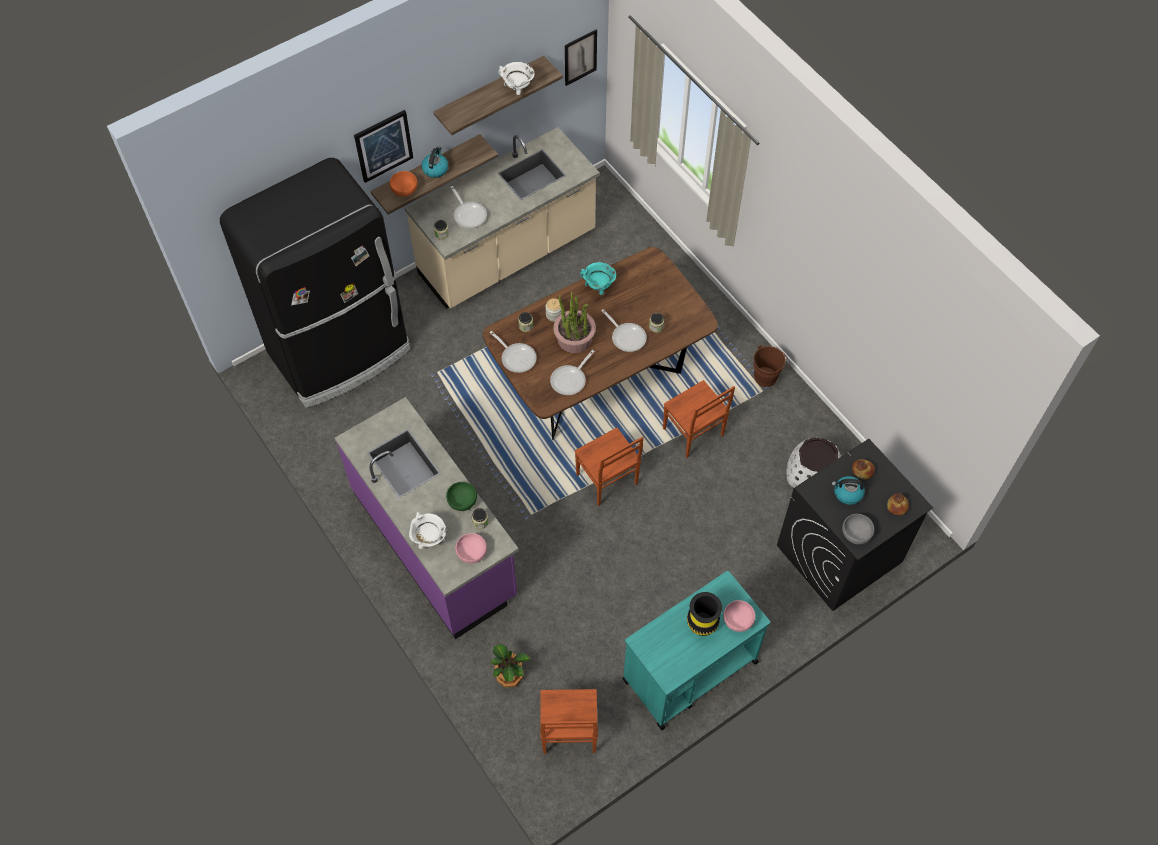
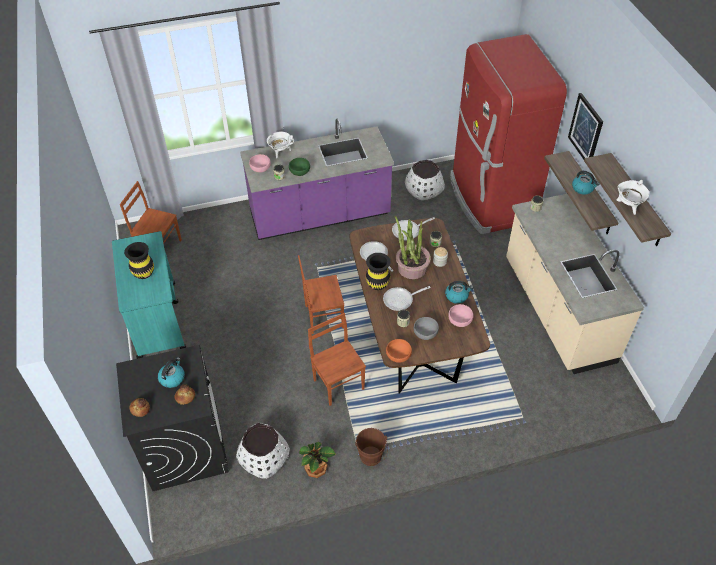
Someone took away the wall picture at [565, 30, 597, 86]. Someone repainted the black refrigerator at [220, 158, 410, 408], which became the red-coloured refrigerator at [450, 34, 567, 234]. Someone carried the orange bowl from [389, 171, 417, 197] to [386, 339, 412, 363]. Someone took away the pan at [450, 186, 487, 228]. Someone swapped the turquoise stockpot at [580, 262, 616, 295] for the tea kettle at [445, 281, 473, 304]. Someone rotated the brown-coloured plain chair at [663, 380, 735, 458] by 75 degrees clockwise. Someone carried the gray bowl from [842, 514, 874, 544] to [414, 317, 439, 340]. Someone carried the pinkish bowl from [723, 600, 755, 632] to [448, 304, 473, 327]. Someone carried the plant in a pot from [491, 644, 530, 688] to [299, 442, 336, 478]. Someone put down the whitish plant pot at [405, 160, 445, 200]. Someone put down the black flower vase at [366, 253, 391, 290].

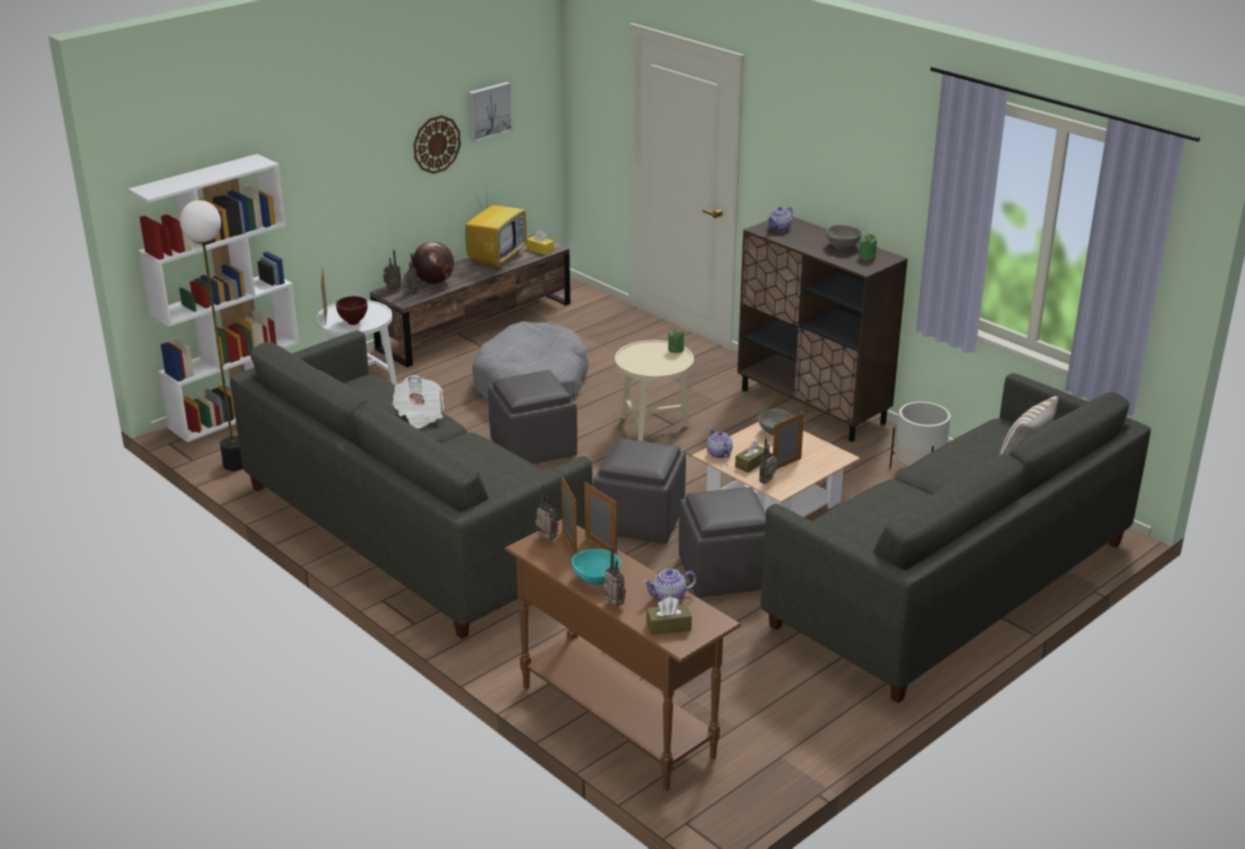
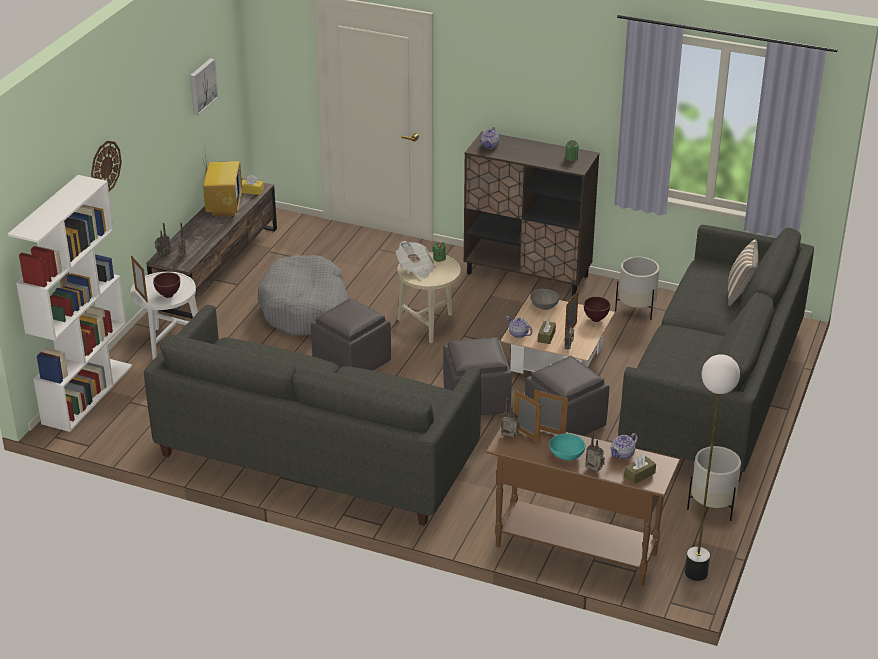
Someone carried the hanging clock from [413, 115, 461, 174] to [91, 141, 122, 191]. Someone carried the standing lamp from [180, 200, 243, 471] to [685, 354, 740, 581]. Someone took away the gray bowl at [826, 225, 862, 249]. Someone took away the desk globe at [413, 242, 454, 284]. Someone carried the printed paper from [392, 375, 444, 428] to [396, 241, 436, 279]. Someone put down the brown-coloured bowl at [584, 297, 610, 322]. Someone put down the whitish plant pot at [687, 446, 741, 521].

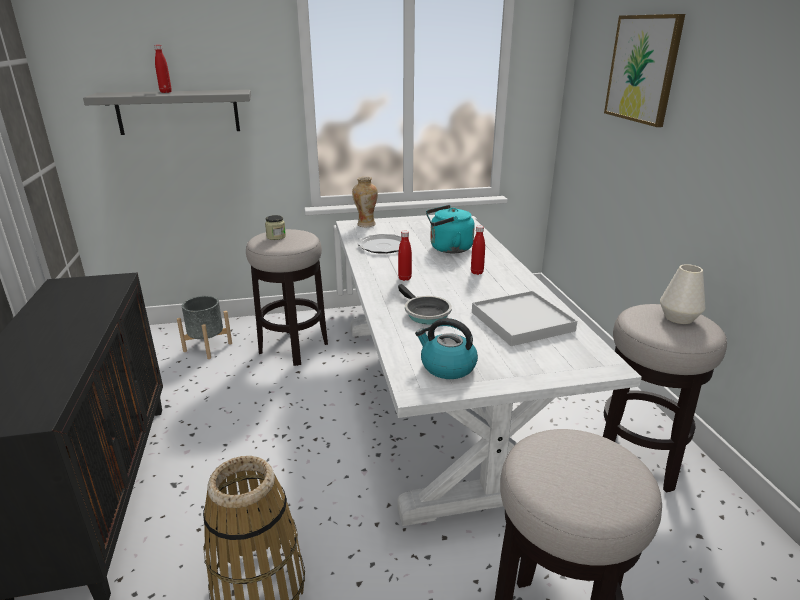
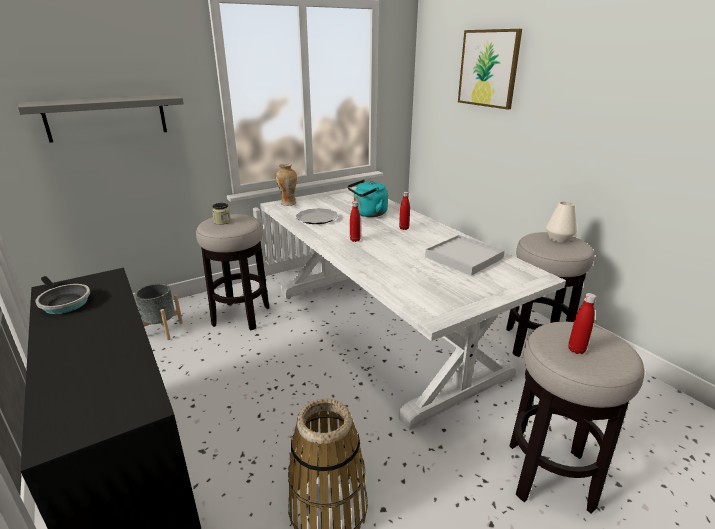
Someone carried the red-coloured drink bottle from [154, 45, 172, 93] to [568, 293, 597, 354]. Someone carried the pan from [398, 284, 452, 324] to [35, 276, 90, 314]. Someone took away the tea kettle at [415, 318, 478, 379].

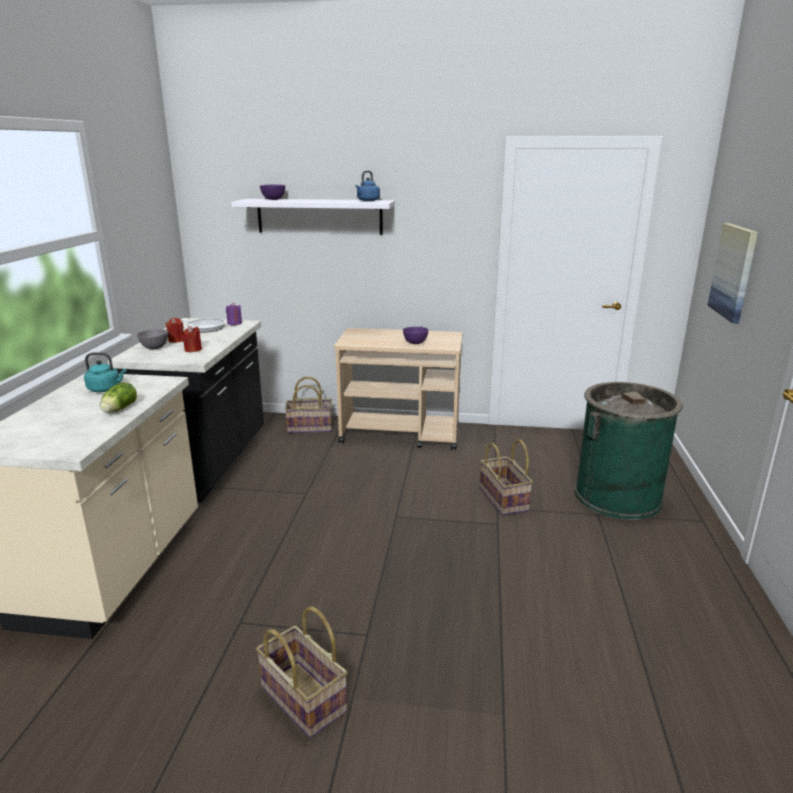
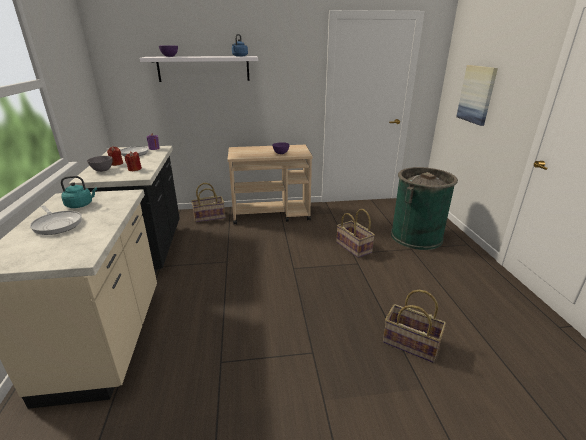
Someone took away the lettuce at [100, 382, 137, 413]. Someone carried the storage basket from [256, 607, 348, 738] to [383, 290, 446, 363]. Someone put down the pan at [30, 205, 82, 235].

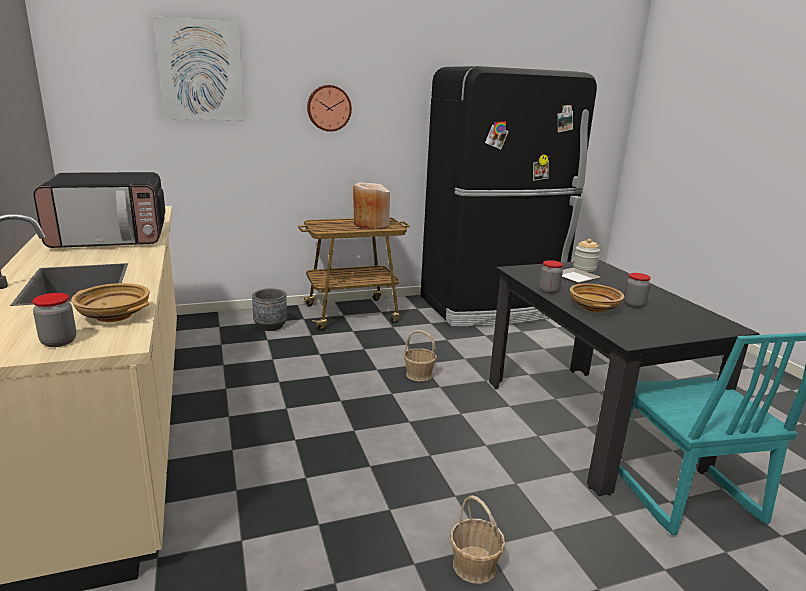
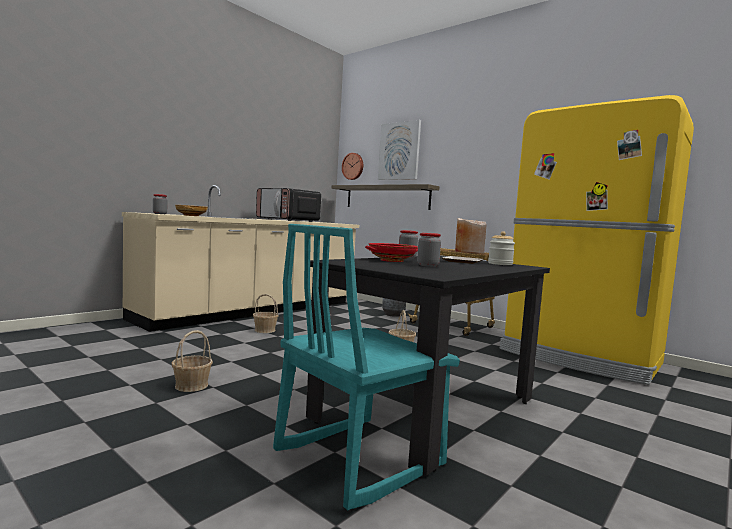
Someone repainted the black refrigerator at [420, 66, 597, 327], which became the yellowish refrigerator at [499, 95, 694, 385]. Someone carried the hanging clock from [307, 85, 352, 132] to [342, 153, 363, 180]. Someone repainted the beige-coloured bowl at [570, 284, 624, 312], which became the red-coloured bowl at [365, 243, 418, 262]. Someone put up the wall shelf at [332, 184, 439, 210]. Someone put down the storage basket at [253, 294, 279, 333].

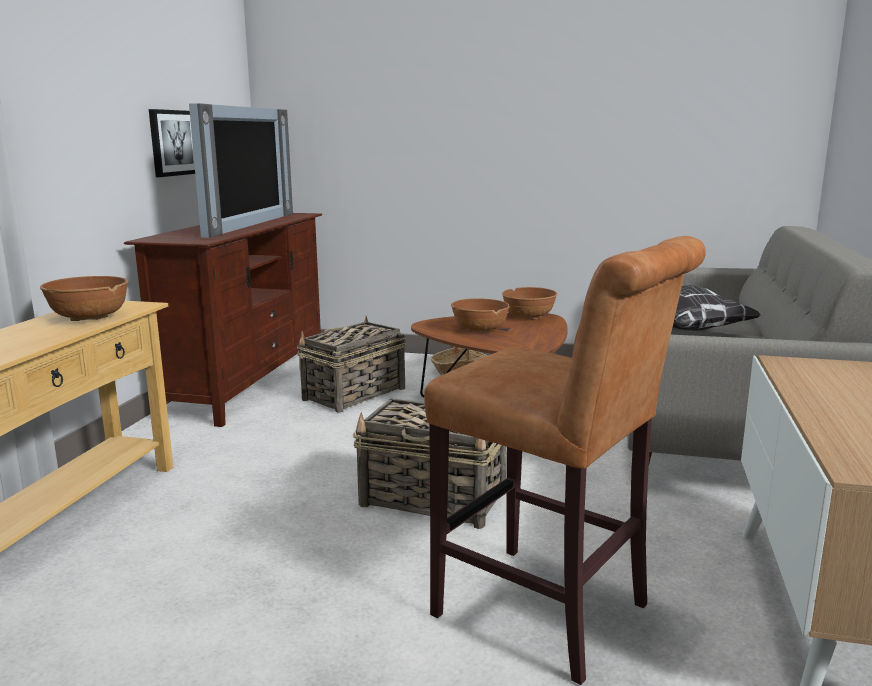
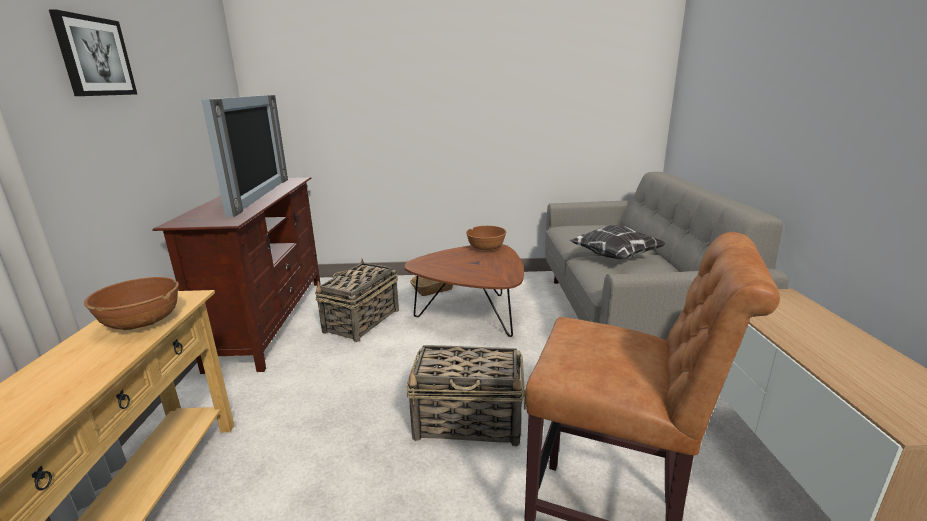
Someone carried the wall picture from [149, 109, 195, 177] to [49, 10, 137, 96]. Someone took away the brown-coloured bowl at [451, 298, 510, 332].

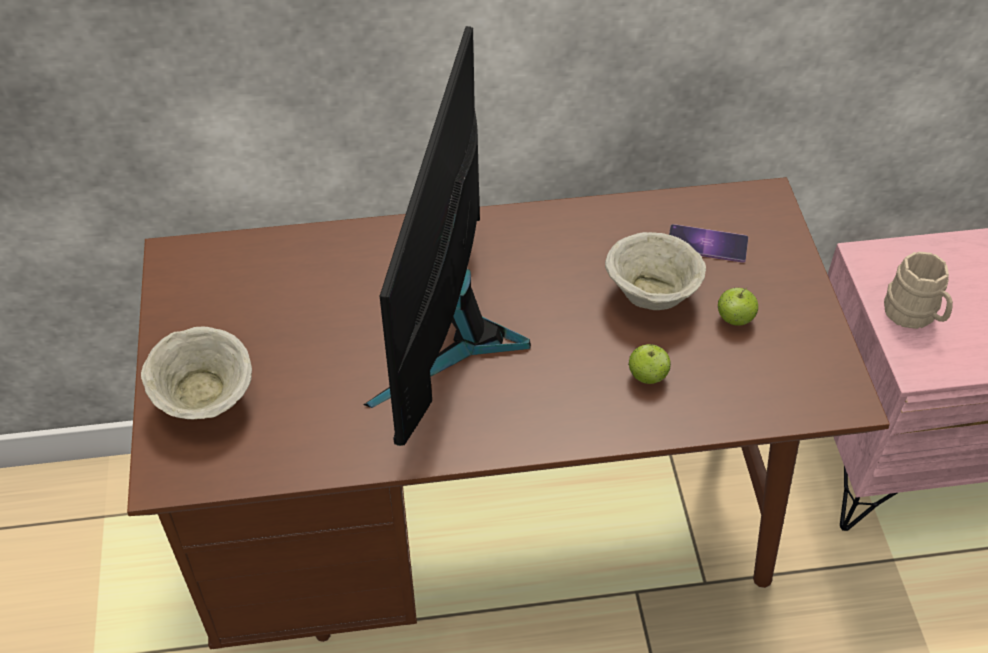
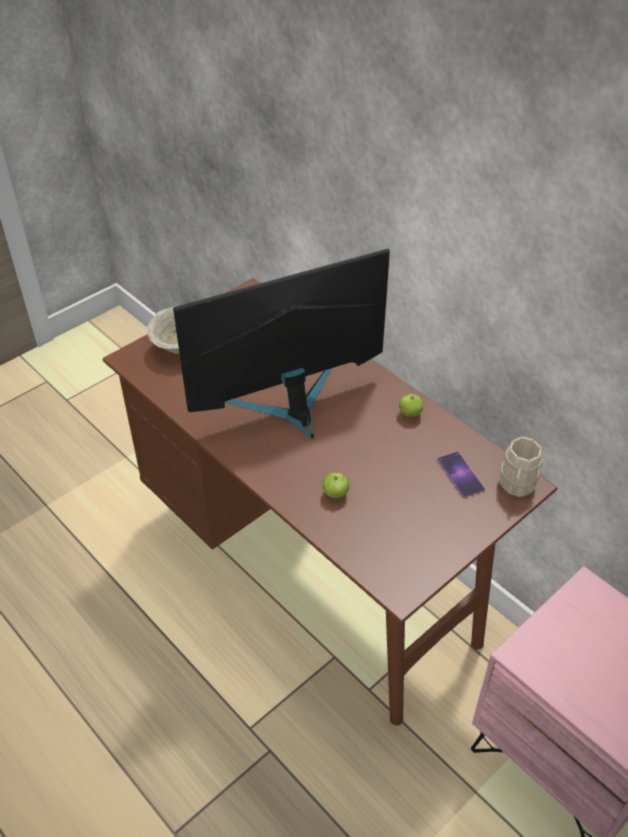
Someone took away the beige-coloured bowl at [605, 232, 706, 310]. Someone carried the beige-coloured tea mug from [884, 252, 953, 329] to [499, 437, 543, 497]. Someone carried the apple from [718, 287, 758, 326] to [399, 394, 424, 417].

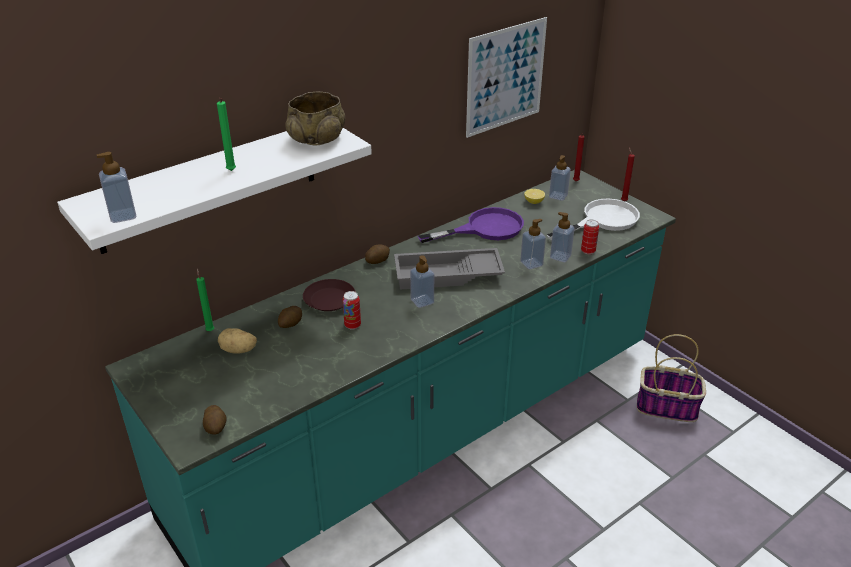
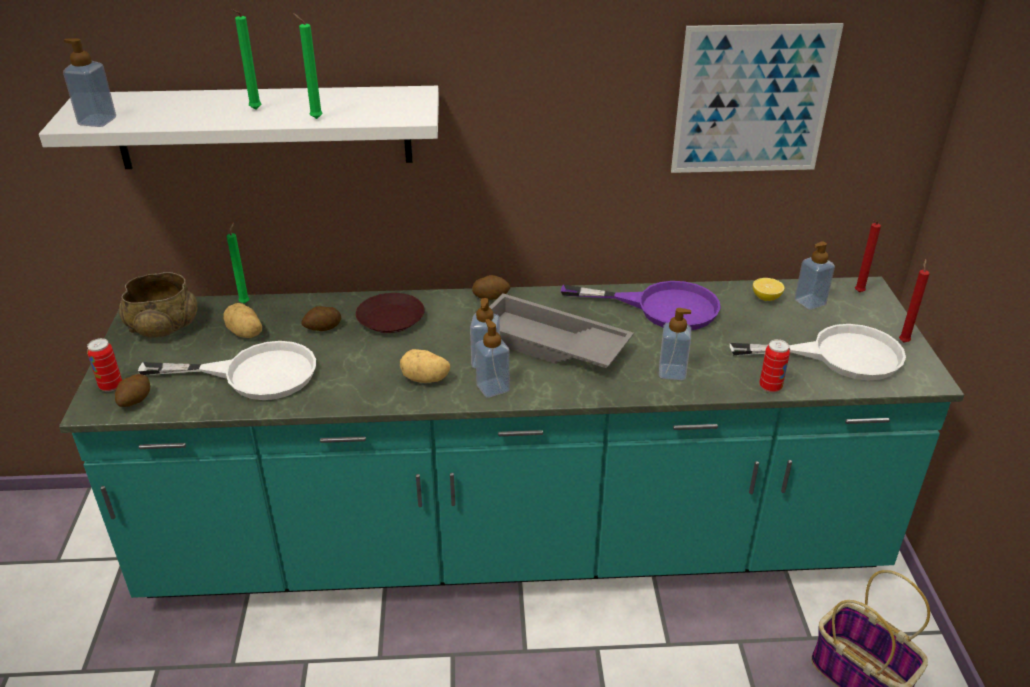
Someone carried the beige-coloured bowl from [285, 92, 345, 145] to [119, 272, 197, 338]. Someone carried the liquid soap bottle from [550, 212, 575, 262] to [475, 319, 510, 398]. Someone carried the metal can from [343, 291, 361, 329] to [87, 338, 122, 392]. Someone put down the greenish wax candle at [293, 13, 323, 119]. Someone put down the whitish pan at [138, 341, 316, 400]. Someone put down the whole potato at [400, 349, 450, 383].

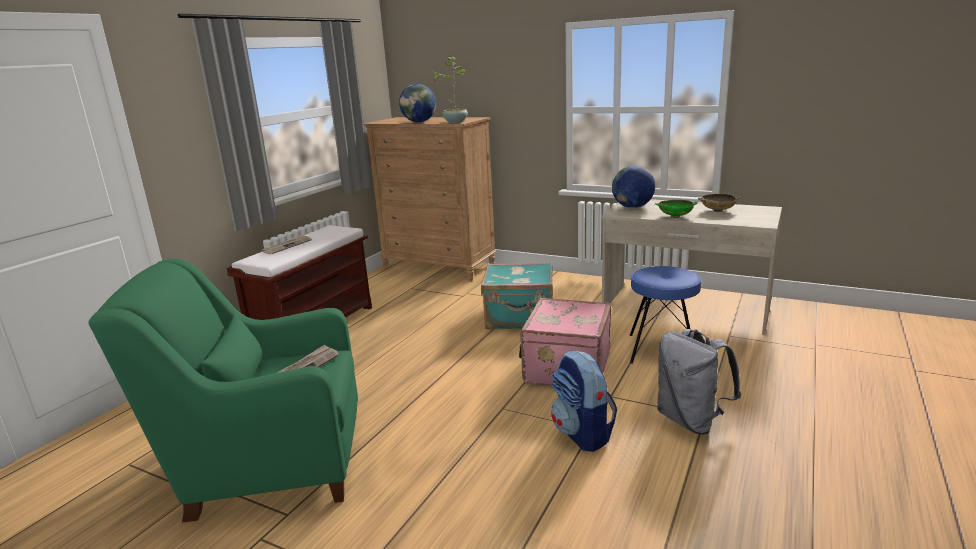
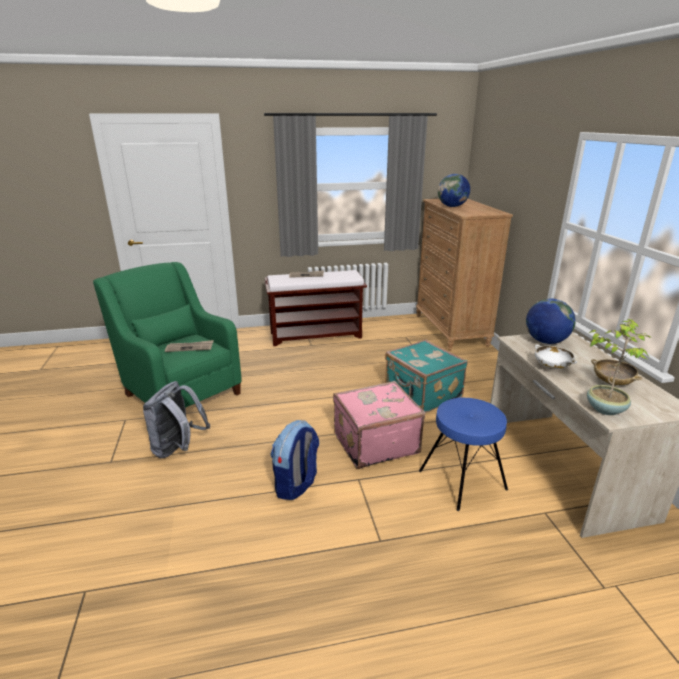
Someone carried the plant in a pot from [430, 56, 468, 123] to [587, 319, 652, 415]. Someone repainted the greenish bowl at [655, 200, 698, 218], which became the whitish bowl at [535, 345, 577, 370]. Someone carried the gray backpack from [657, 329, 741, 434] to [143, 381, 210, 458].

